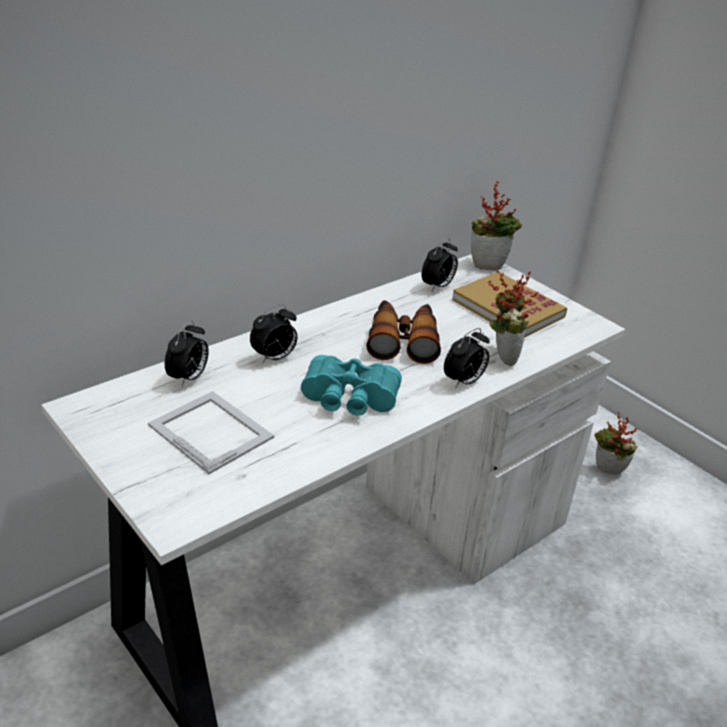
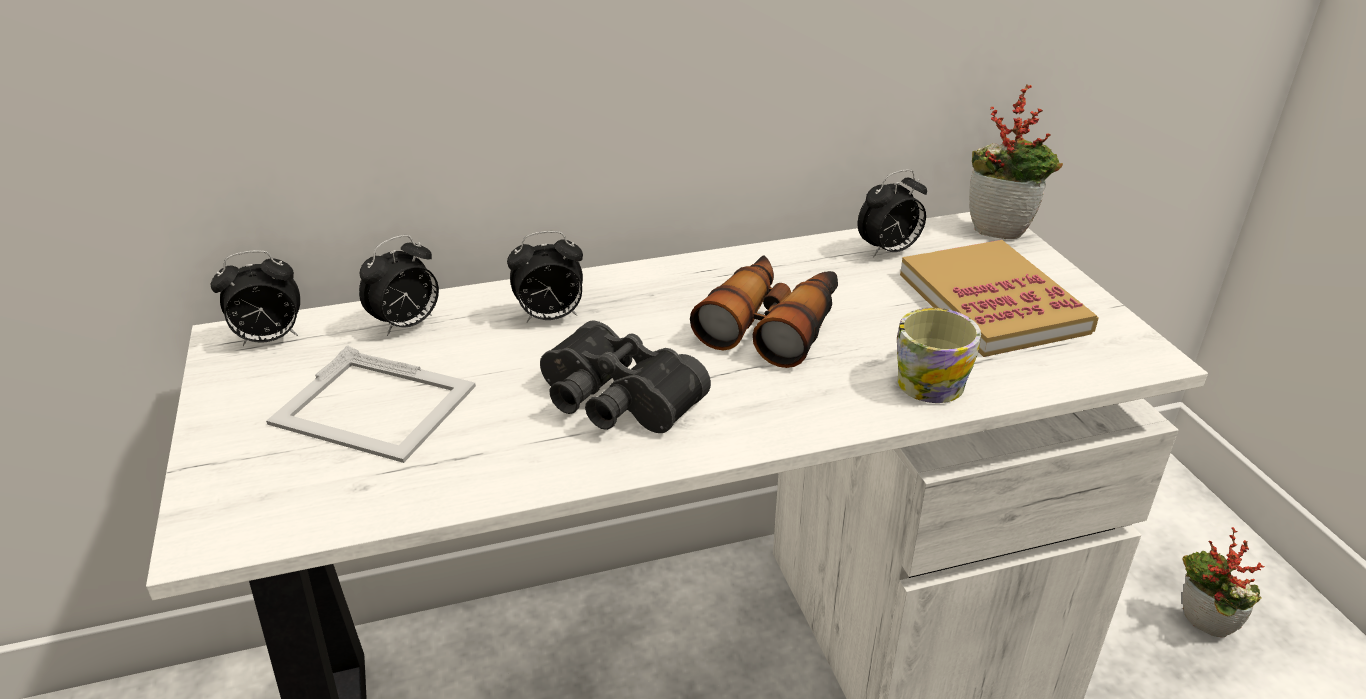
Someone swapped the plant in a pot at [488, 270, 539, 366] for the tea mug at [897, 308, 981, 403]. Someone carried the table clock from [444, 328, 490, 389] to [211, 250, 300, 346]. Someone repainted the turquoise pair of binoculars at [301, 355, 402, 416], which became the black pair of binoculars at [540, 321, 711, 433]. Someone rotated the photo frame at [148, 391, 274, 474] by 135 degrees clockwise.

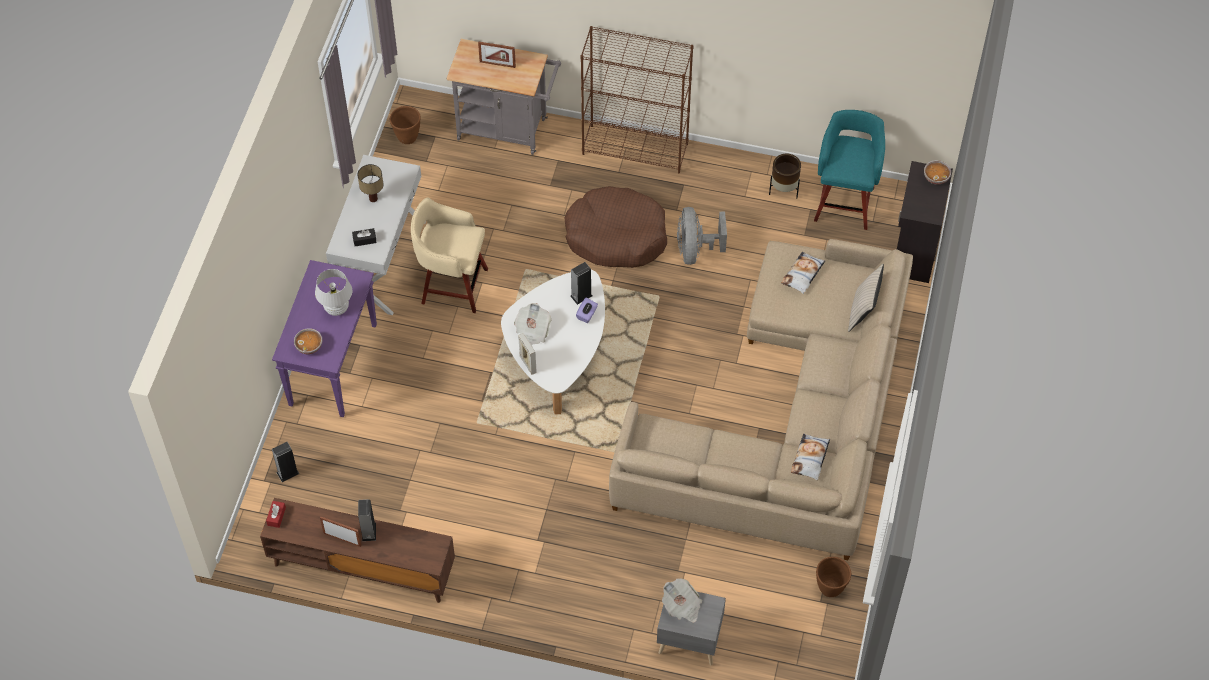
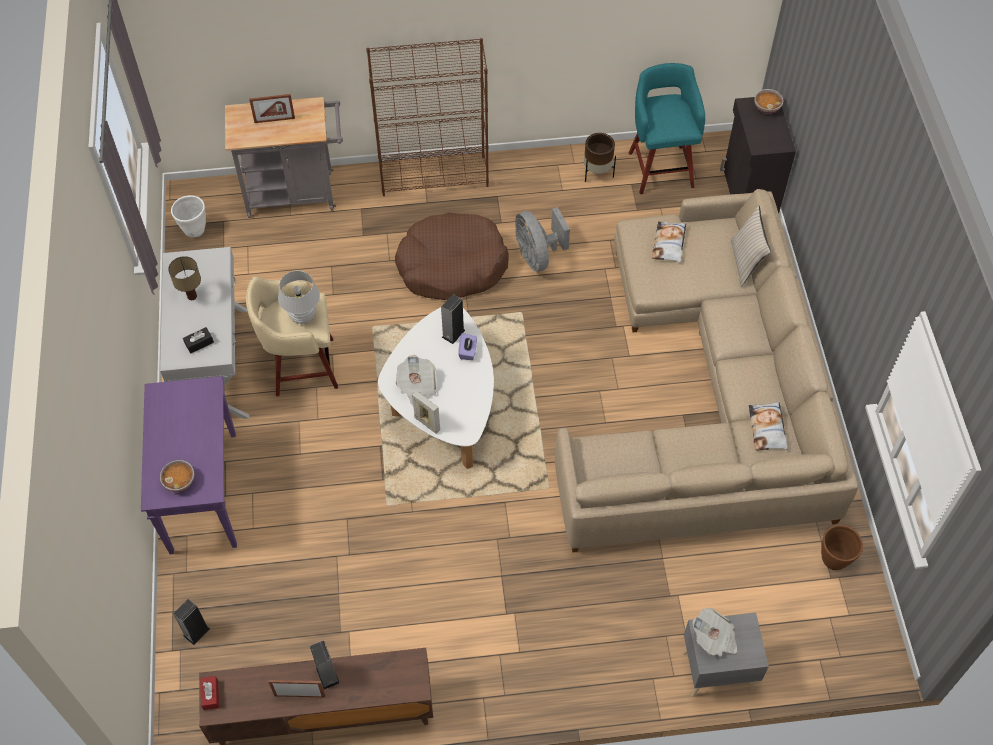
Someone repainted the brown-coloured plant pot at [390, 106, 420, 144], which became the whitish plant pot at [171, 195, 206, 238]. Someone carried the whitish tabletop lamp from [315, 269, 352, 316] to [278, 271, 320, 324].

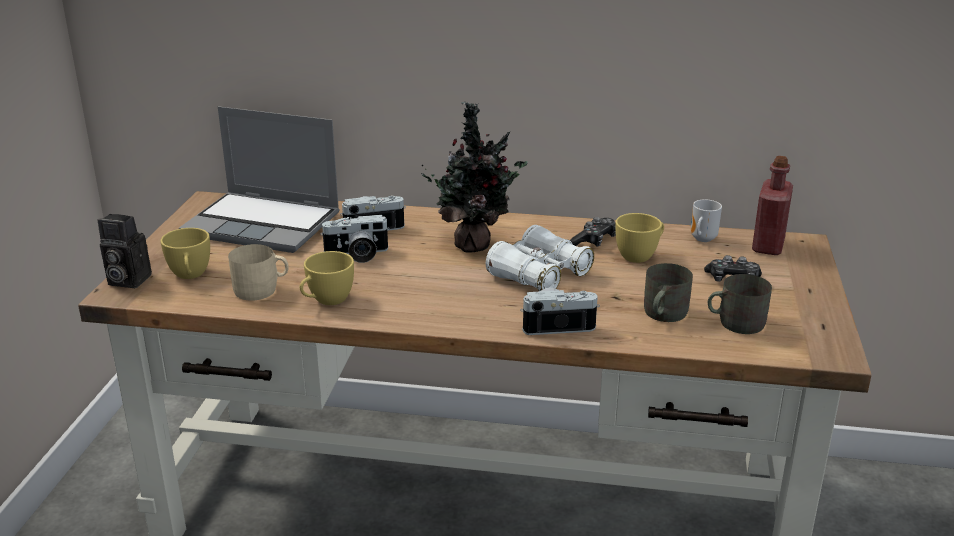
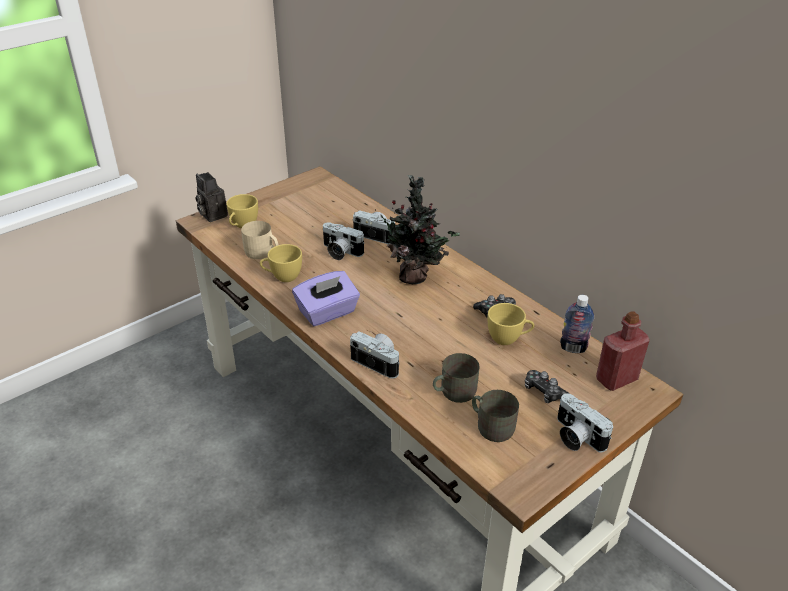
Someone took away the notebook computer at [179, 106, 340, 253]. Someone swapped the tea mug at [691, 200, 722, 242] for the drink bottle at [560, 295, 594, 353]. Someone took away the whitish pair of binoculars at [486, 225, 594, 291]. Someone put down the purple-coloured tissue holder at [292, 271, 360, 326]. Someone put down the photo camera at [557, 393, 613, 453].

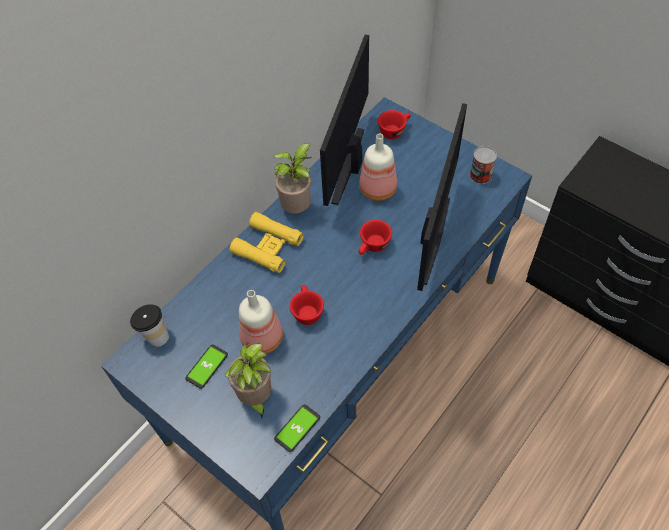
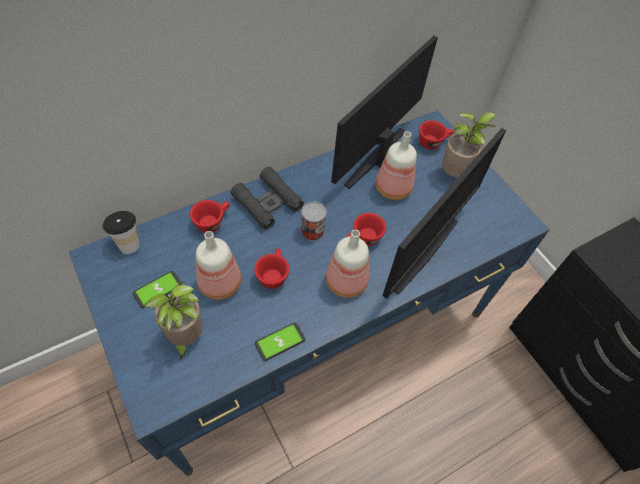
Someone carried the plant in a pot from [273, 143, 312, 213] to [442, 112, 496, 177]. Someone carried the metal can from [470, 146, 497, 184] to [301, 202, 327, 241]. Someone repainted the yellowish pair of binoculars at [230, 212, 304, 273], which became the black pair of binoculars at [231, 167, 304, 230]. Someone carried the phone from [274, 404, 320, 452] to [255, 323, 305, 361]. Someone put down the red-coloured drinking cup at [190, 200, 229, 233]. Someone put down the drink bottle at [326, 230, 369, 298].

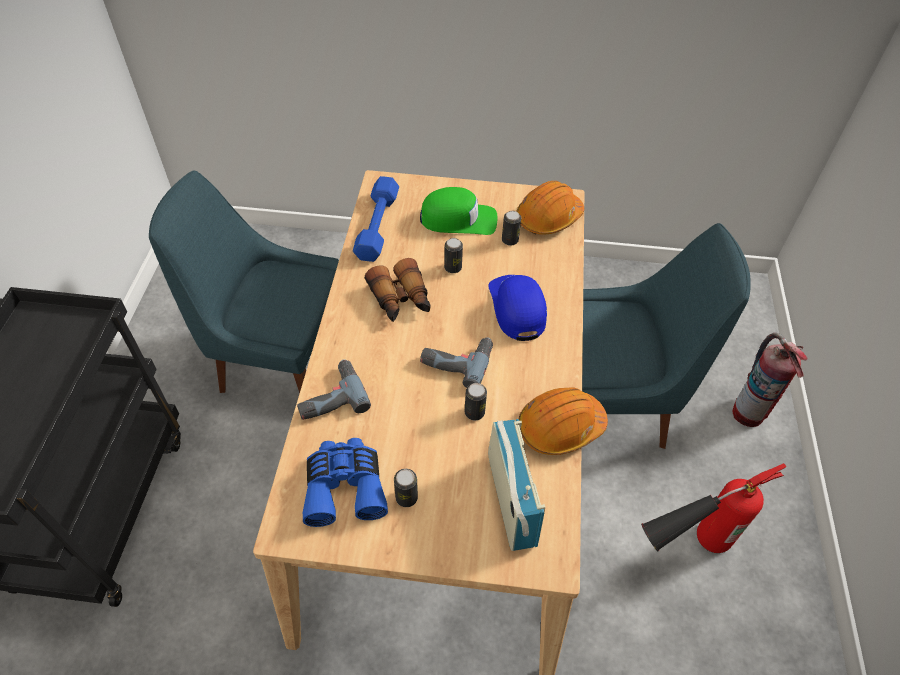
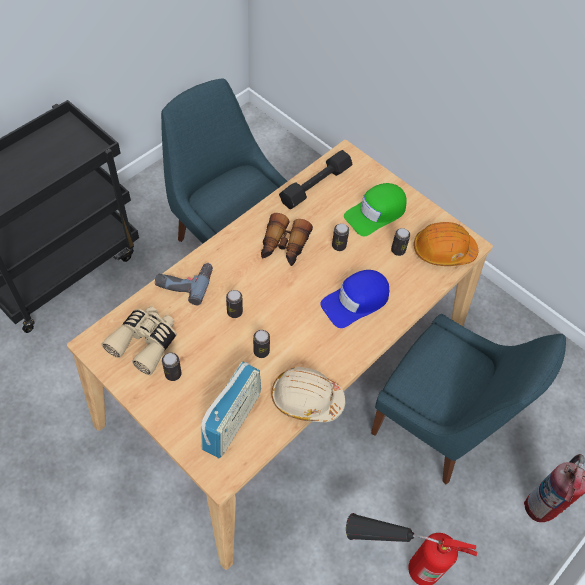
Someone repainted the blue free weight at [353, 176, 399, 262], which became the black free weight at [279, 150, 353, 209]. Someone rotated the greenish cap at [420, 187, 497, 235] by 105 degrees clockwise. Someone rotated the blue cap at [488, 275, 547, 341] by 150 degrees counterclockwise. Someone took away the drill at [420, 337, 493, 388]. Someone repainted the orange work helmet at [519, 388, 608, 455], which became the beige-coloured work helmet at [271, 367, 346, 422]. Someone repainted the blue pair of binoculars at [303, 438, 388, 527], which became the beige-coloured pair of binoculars at [102, 306, 177, 375]. Someone put down the metal can at [226, 290, 243, 318].

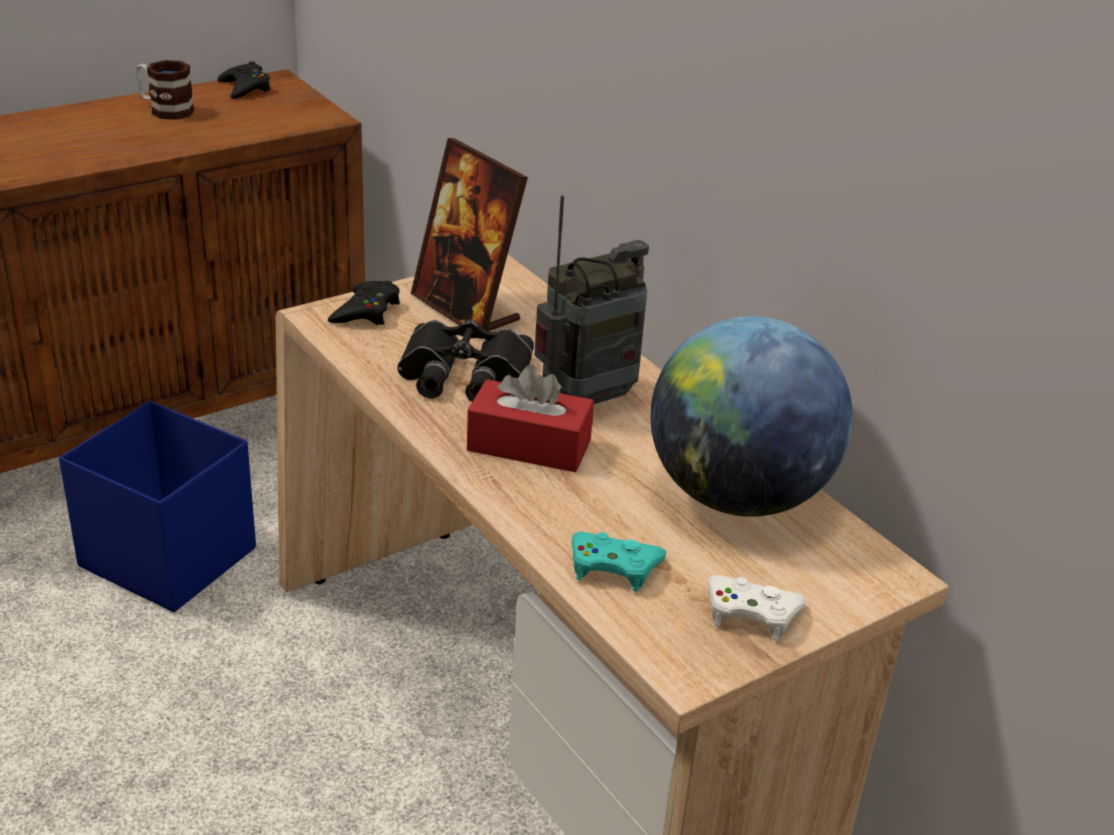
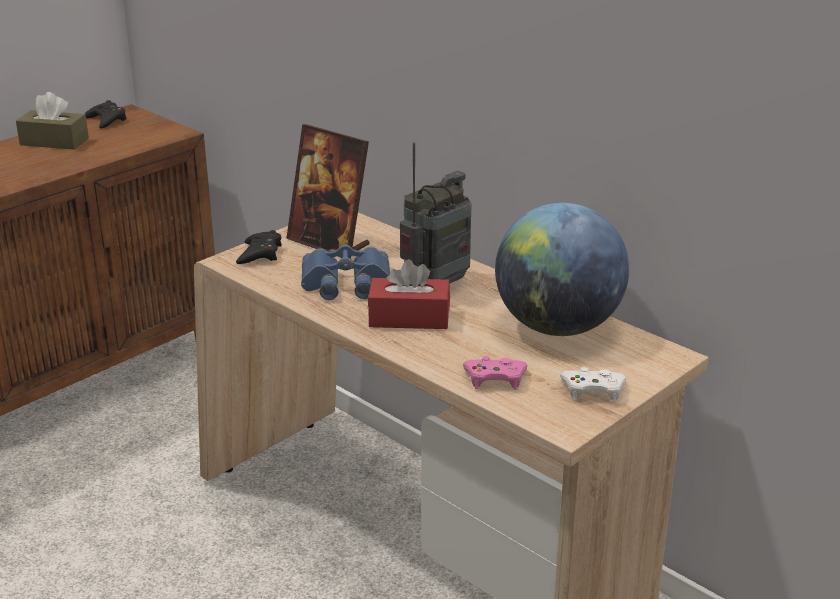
Someone swapped the tea mug at [136, 60, 194, 120] for the brown-coloured tissue holder at [16, 92, 89, 150]. Someone repainted the black pair of binoculars at [397, 320, 534, 402], which became the blue pair of binoculars at [301, 244, 390, 300]. Someone took away the blue storage bin at [59, 401, 256, 612]. Someone repainted the turquoise joypad at [572, 532, 666, 592], which became the pinkish joypad at [463, 356, 527, 390].

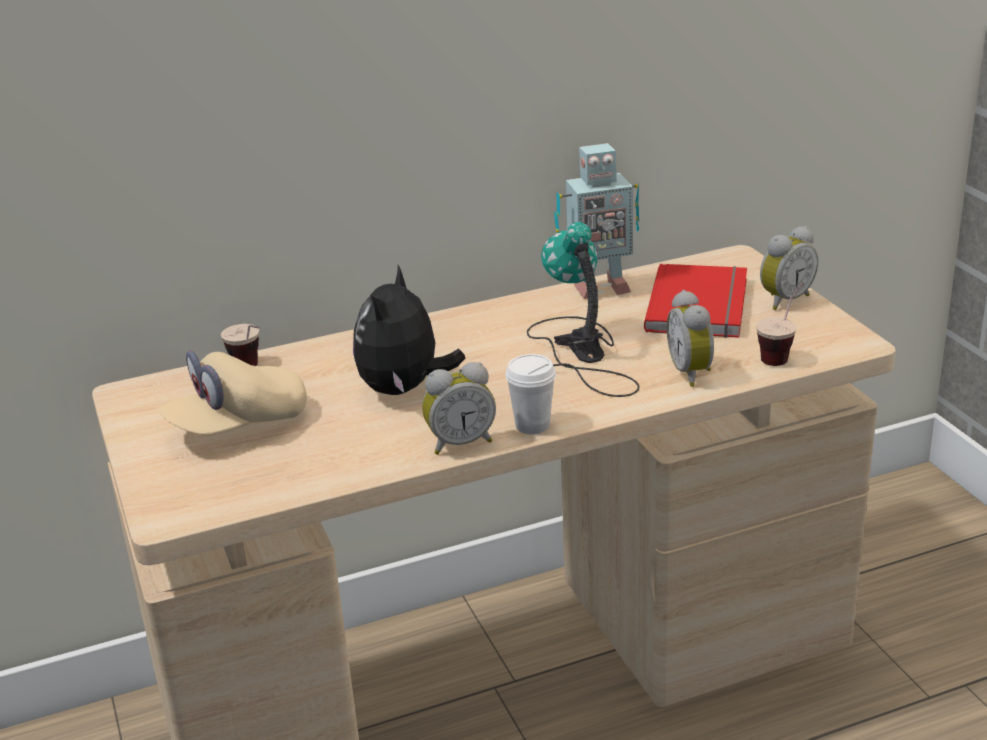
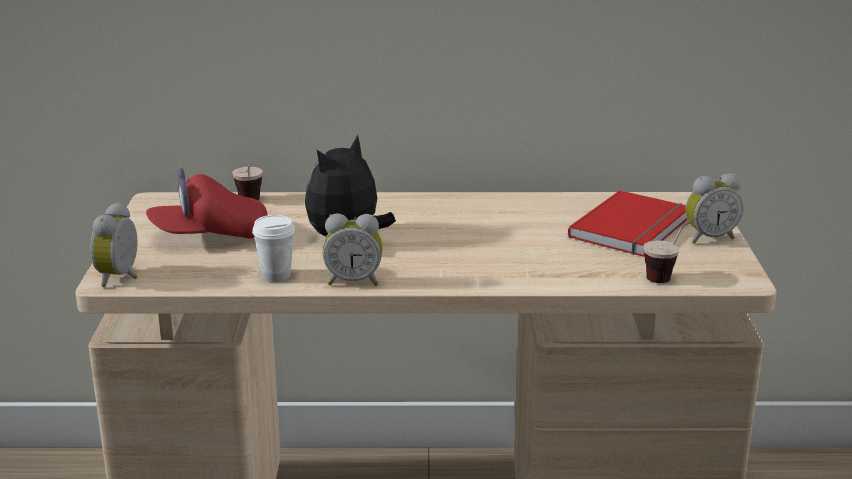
Someone took away the robot figure at [554, 143, 639, 299]. Someone took away the tabletop lamp at [527, 222, 640, 397]. Someone carried the table clock from [667, 290, 714, 387] to [90, 202, 138, 287]. Someone repainted the beige-coloured cap at [159, 350, 307, 435], which became the red-coloured cap at [146, 168, 267, 238]. Someone carried the whitish drinking cup from [505, 354, 556, 434] to [252, 215, 295, 282].

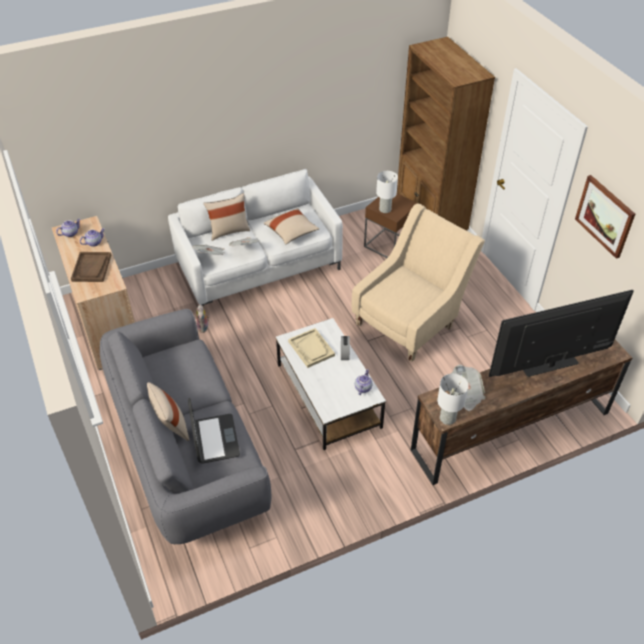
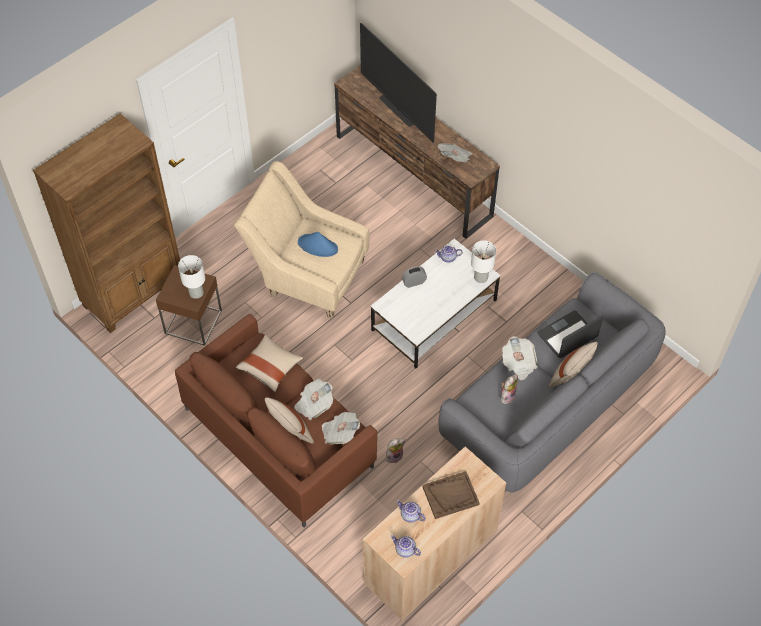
Someone repainted the whitish couch at [168, 169, 343, 306], which became the brown-coloured couch at [175, 314, 377, 527]. Someone took away the wall picture at [575, 175, 635, 259]. Someone took away the beige-coloured serving tray at [288, 328, 335, 368]. Someone carried the whitish tabletop lamp from [437, 374, 469, 425] to [471, 240, 496, 283]. Someone put down the blue wearable hat at [298, 232, 338, 257]. Someone put down the printed paper at [502, 336, 538, 380]. Someone put down the soft toy at [500, 374, 518, 404].

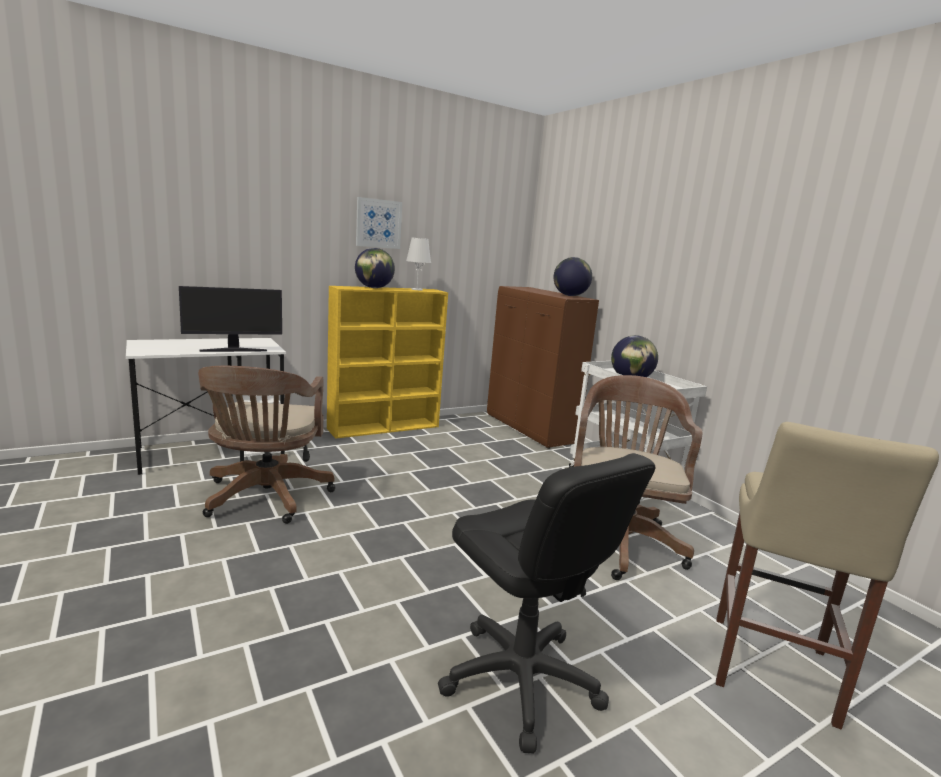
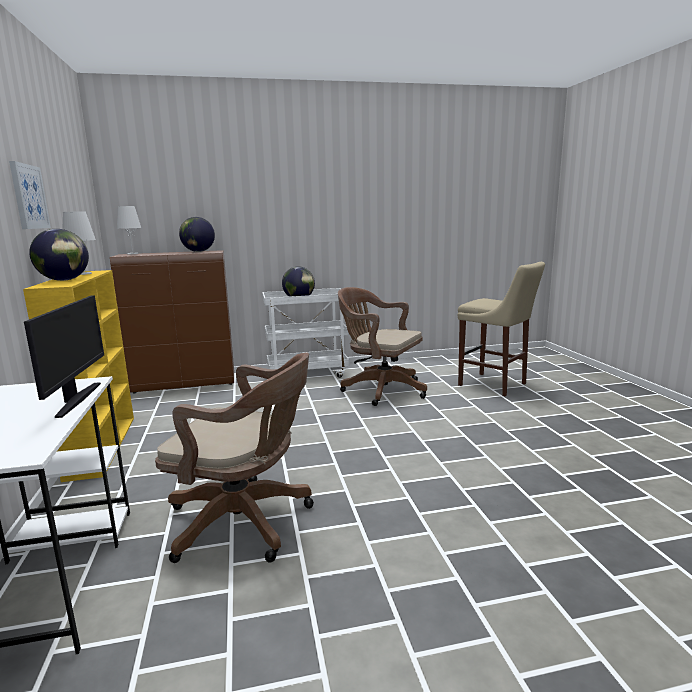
Someone took away the black computer chair at [438, 453, 655, 754]. Someone put down the whitish tabletop lamp at [117, 206, 142, 254].

